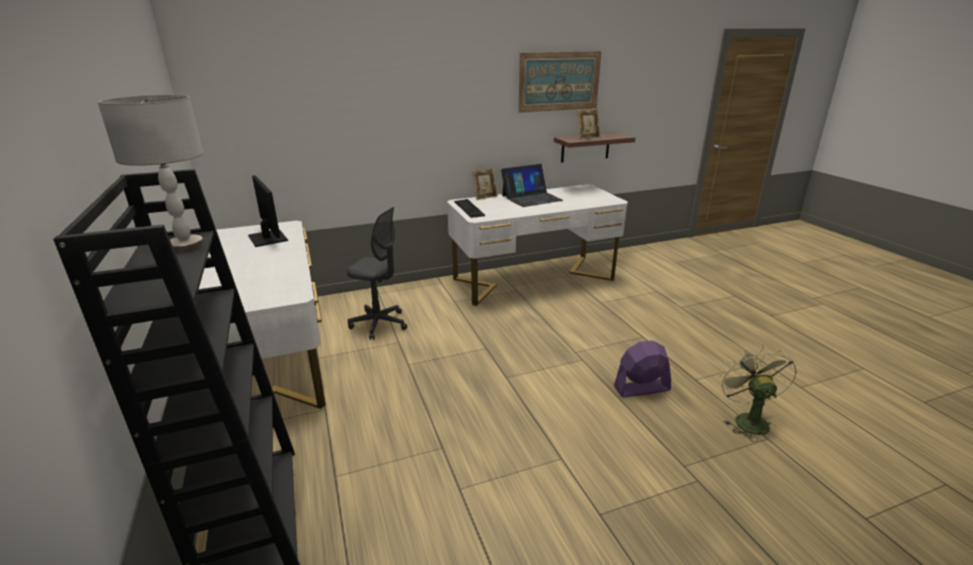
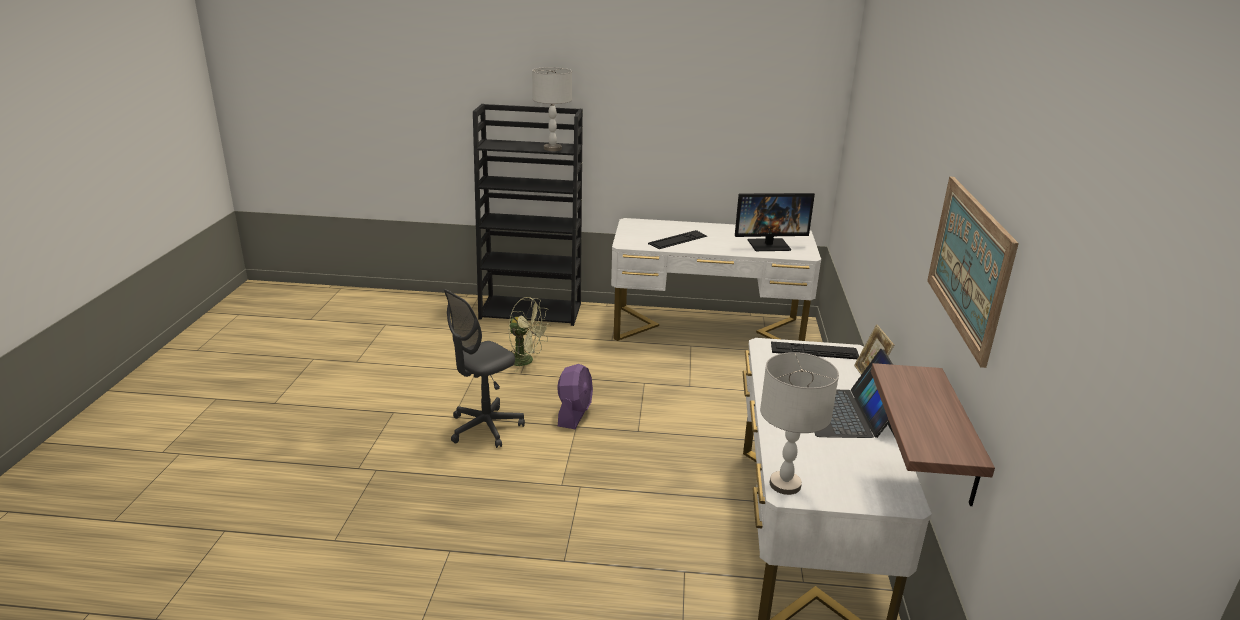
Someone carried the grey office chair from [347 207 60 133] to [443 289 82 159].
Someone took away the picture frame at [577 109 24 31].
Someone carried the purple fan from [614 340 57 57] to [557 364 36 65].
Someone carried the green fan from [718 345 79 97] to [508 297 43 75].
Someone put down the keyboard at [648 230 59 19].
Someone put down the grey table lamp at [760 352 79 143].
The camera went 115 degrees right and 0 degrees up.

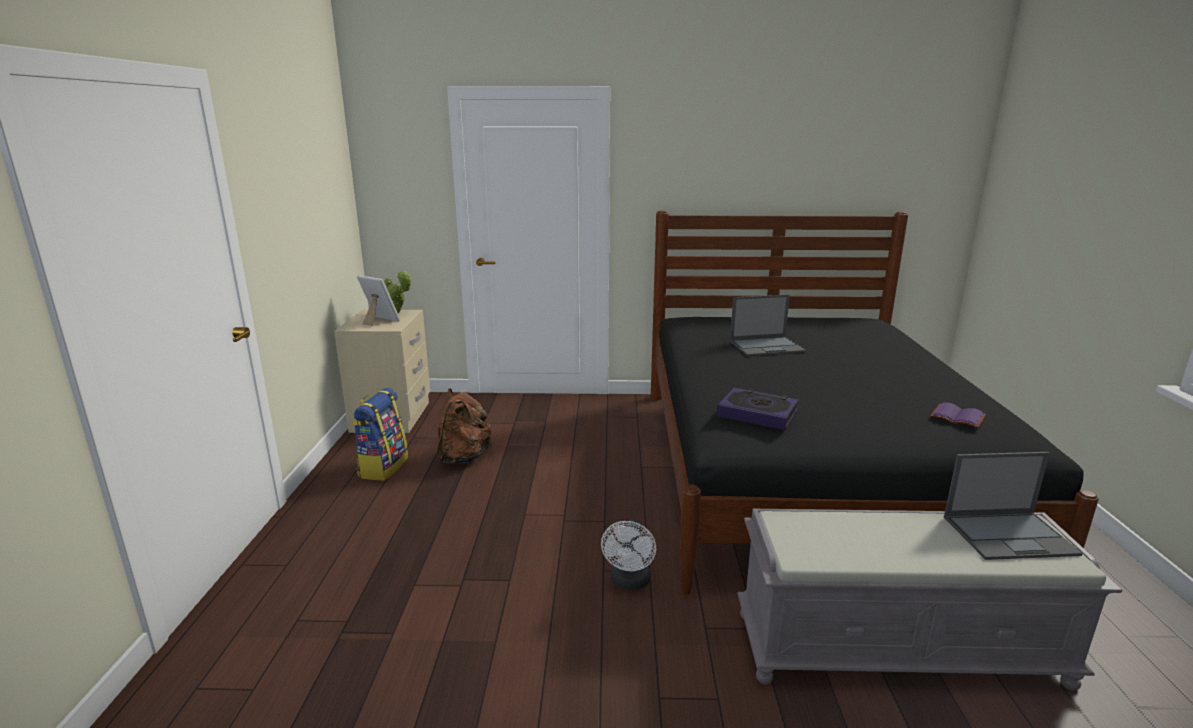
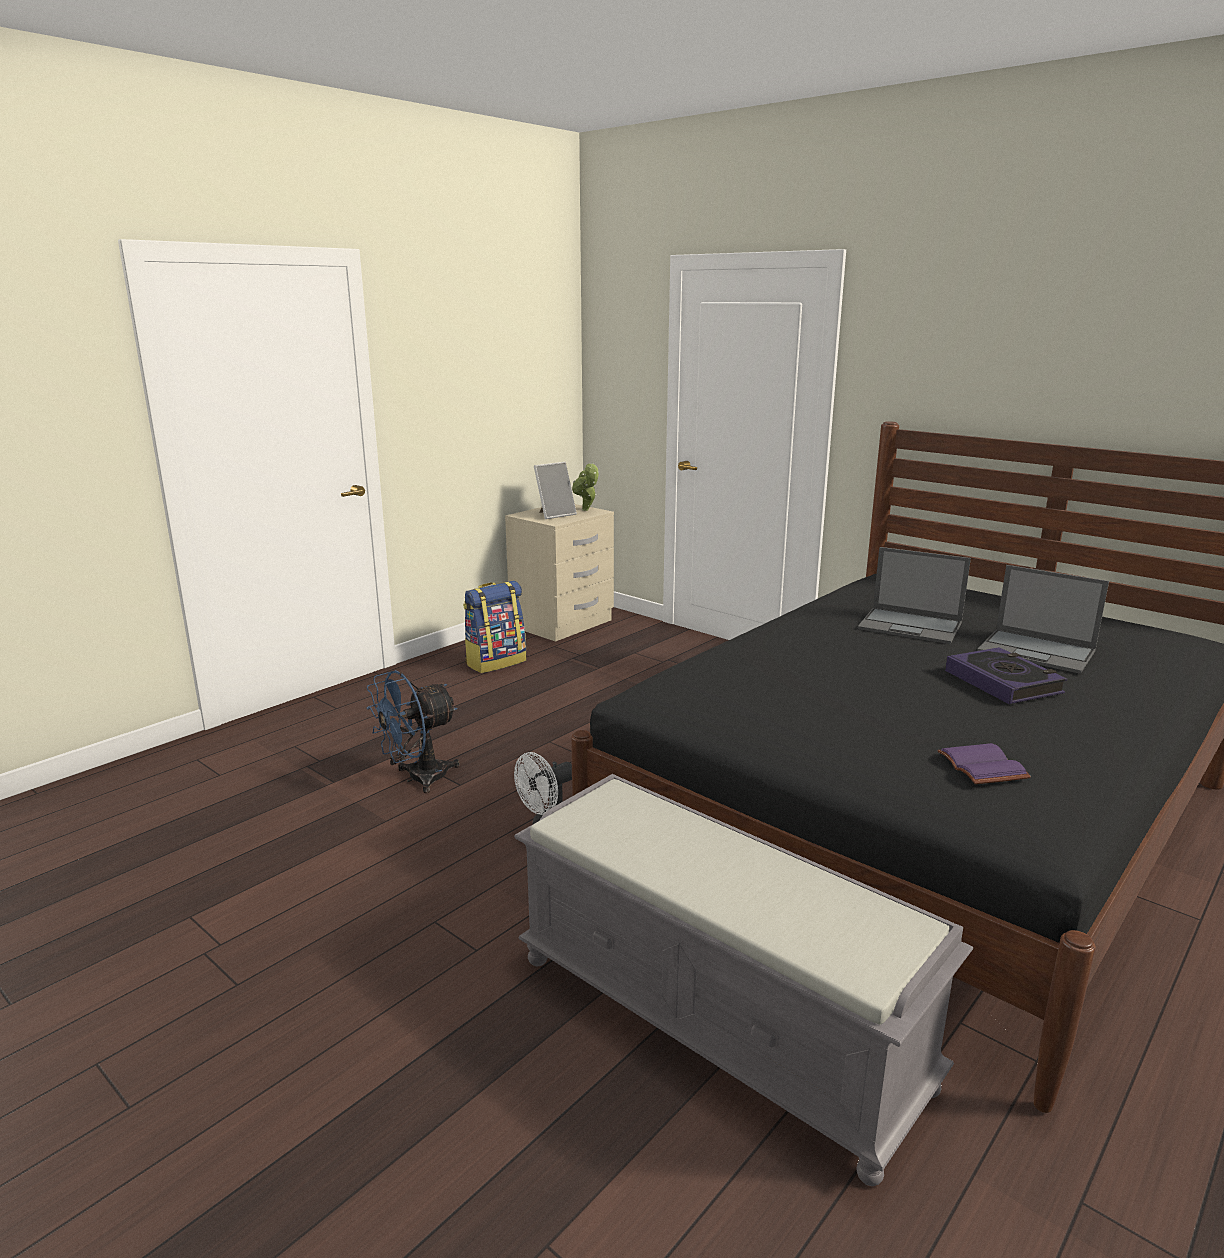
Someone rotated the picture frame at [357 275 43 51] by 75 degrees clockwise.
Someone took away the brown backpack at [438 388 55 77].
Someone carried the book from [717 388 82 42] to [945 647 122 57].
Someone carried the laptop from [944 452 139 108] to [977 565 132 109].
Someone put down the blue fan at [366 670 94 123].
The camera went 40 degrees right and 0 degrees up.

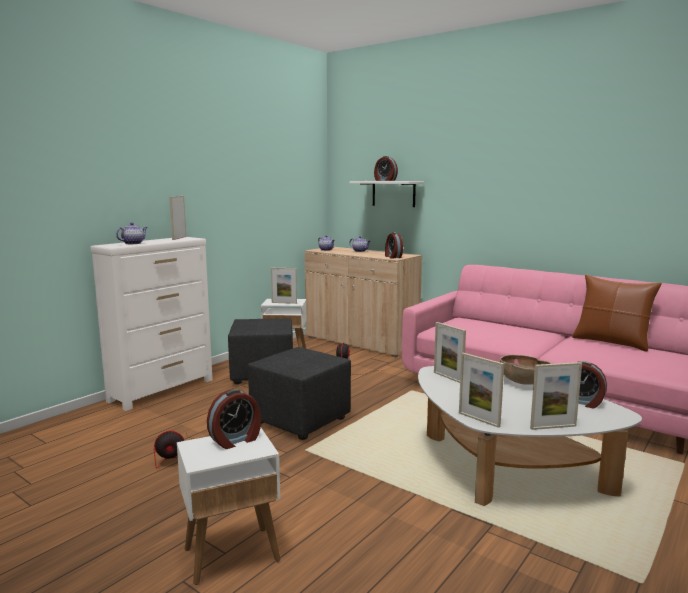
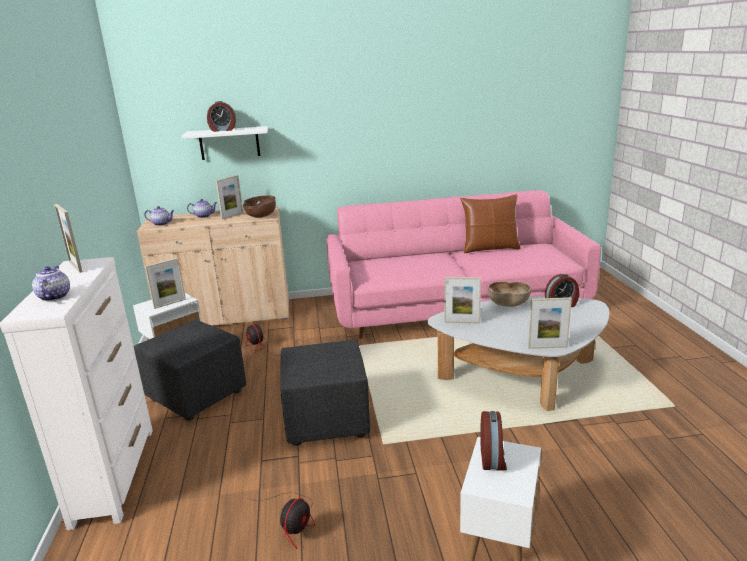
Someone swapped the alarm clock at [385 232 18 27] for the brown bowl at [243 196 33 22].
Someone carried the picture frame from [530 362 52 68] to [216 175 27 45].
The camera went 45 degrees left and 10 degrees up.

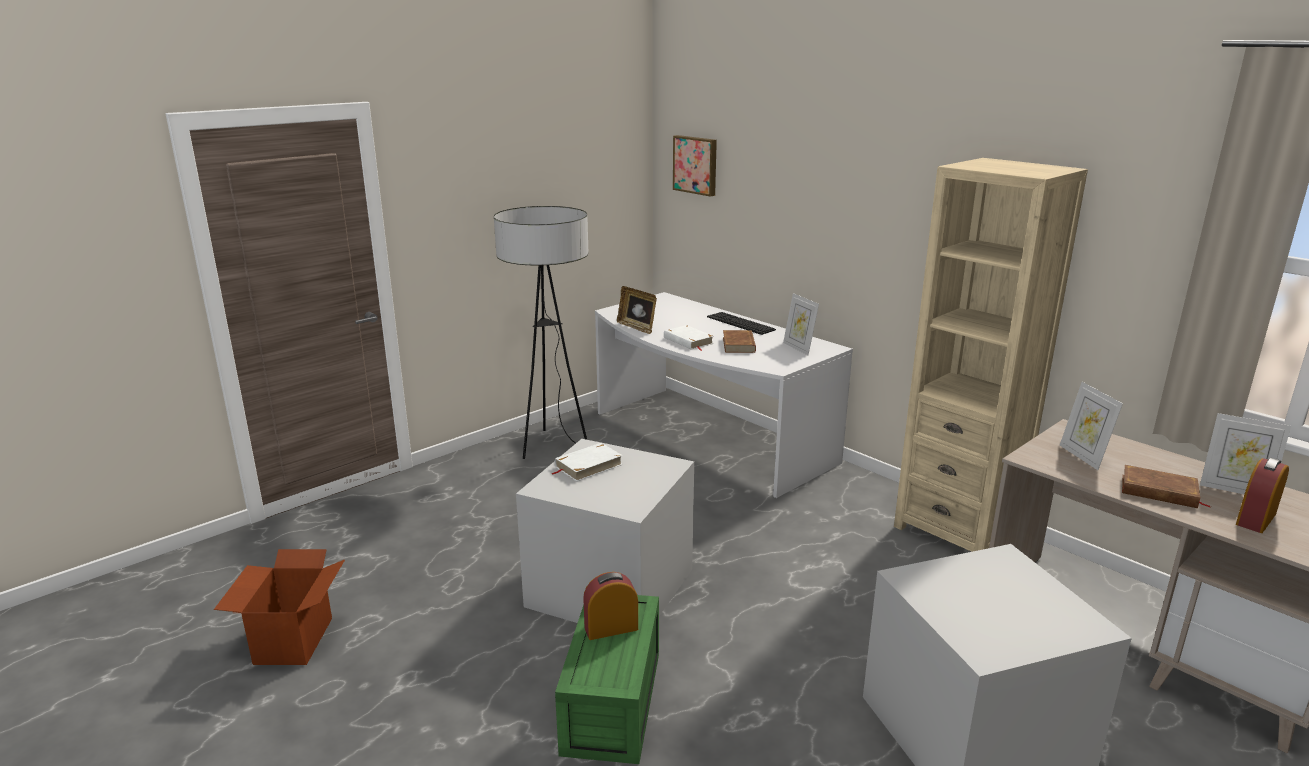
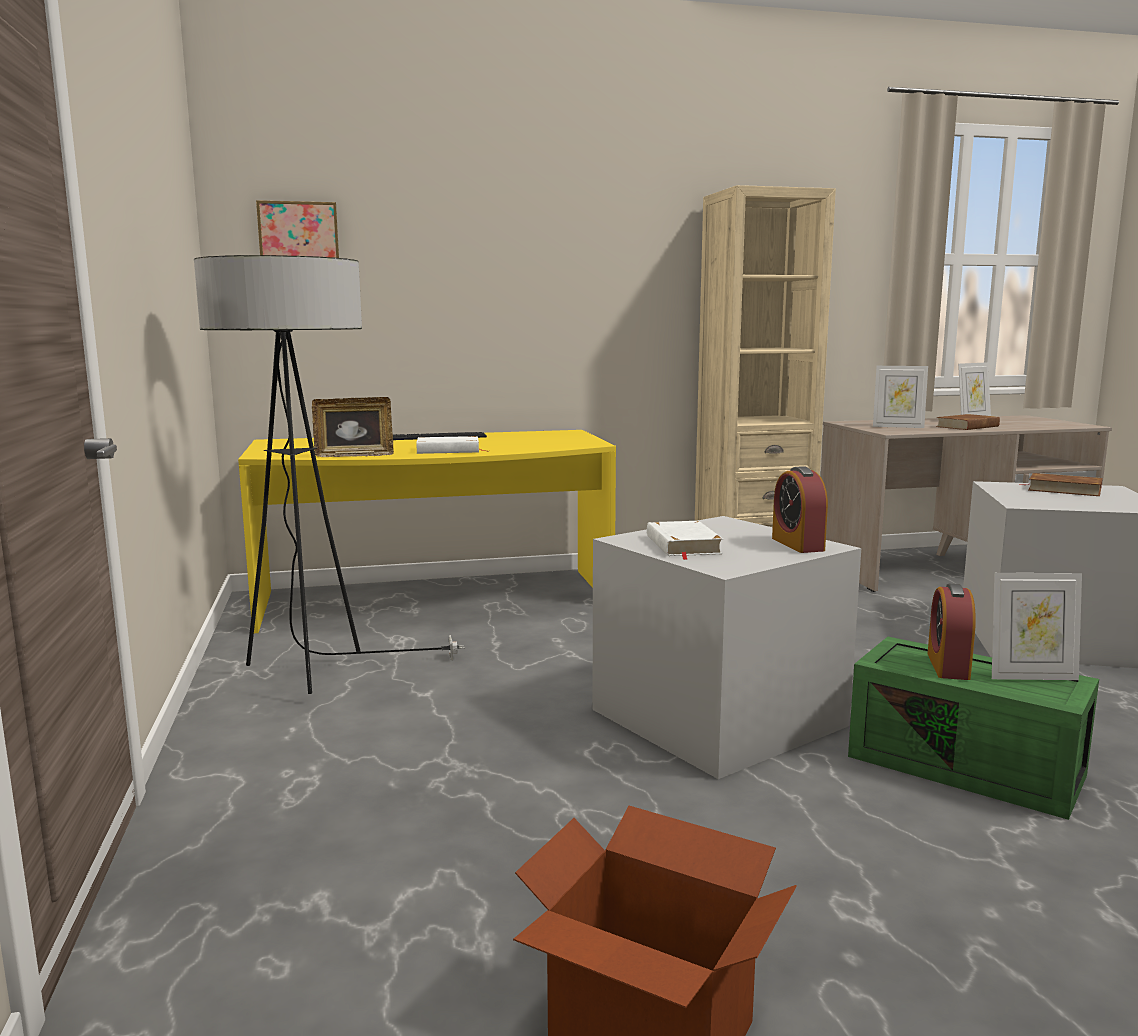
Someone repainted the white desk at [595 292 258 206], which became the yellow desk at [238 430 378 203].
Someone carried the brown book from [723 330 33 23] to [1019 473 84 23].
Someone carried the picture frame from [783 293 36 62] to [992 573 90 107].
Someone carried the alarm clock from [1236 458 53 75] to [772 466 56 87].
The camera went 60 degrees left and 10 degrees down.

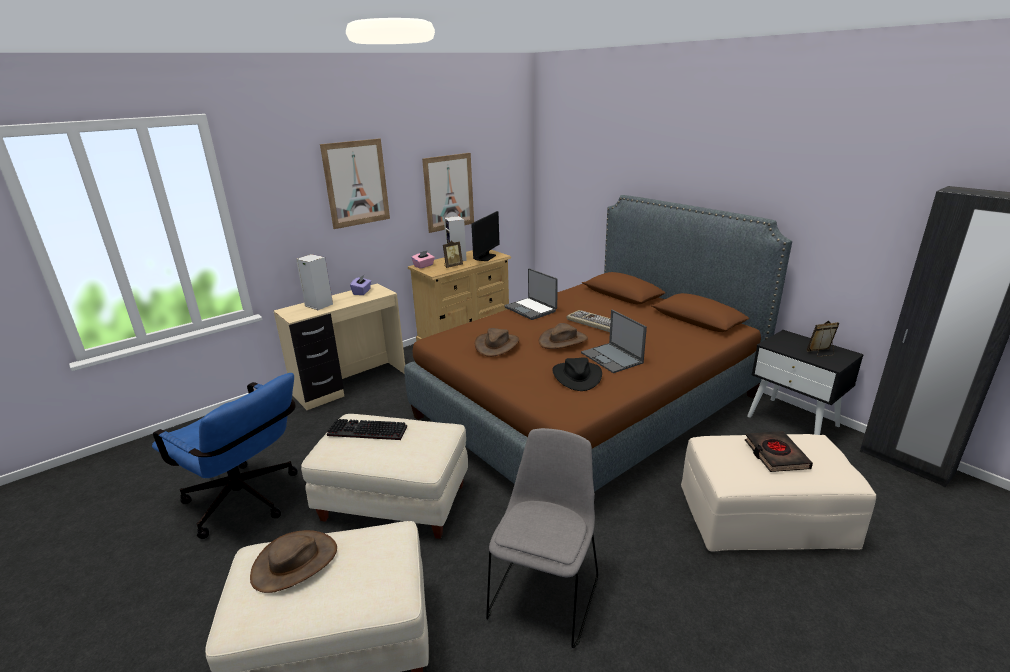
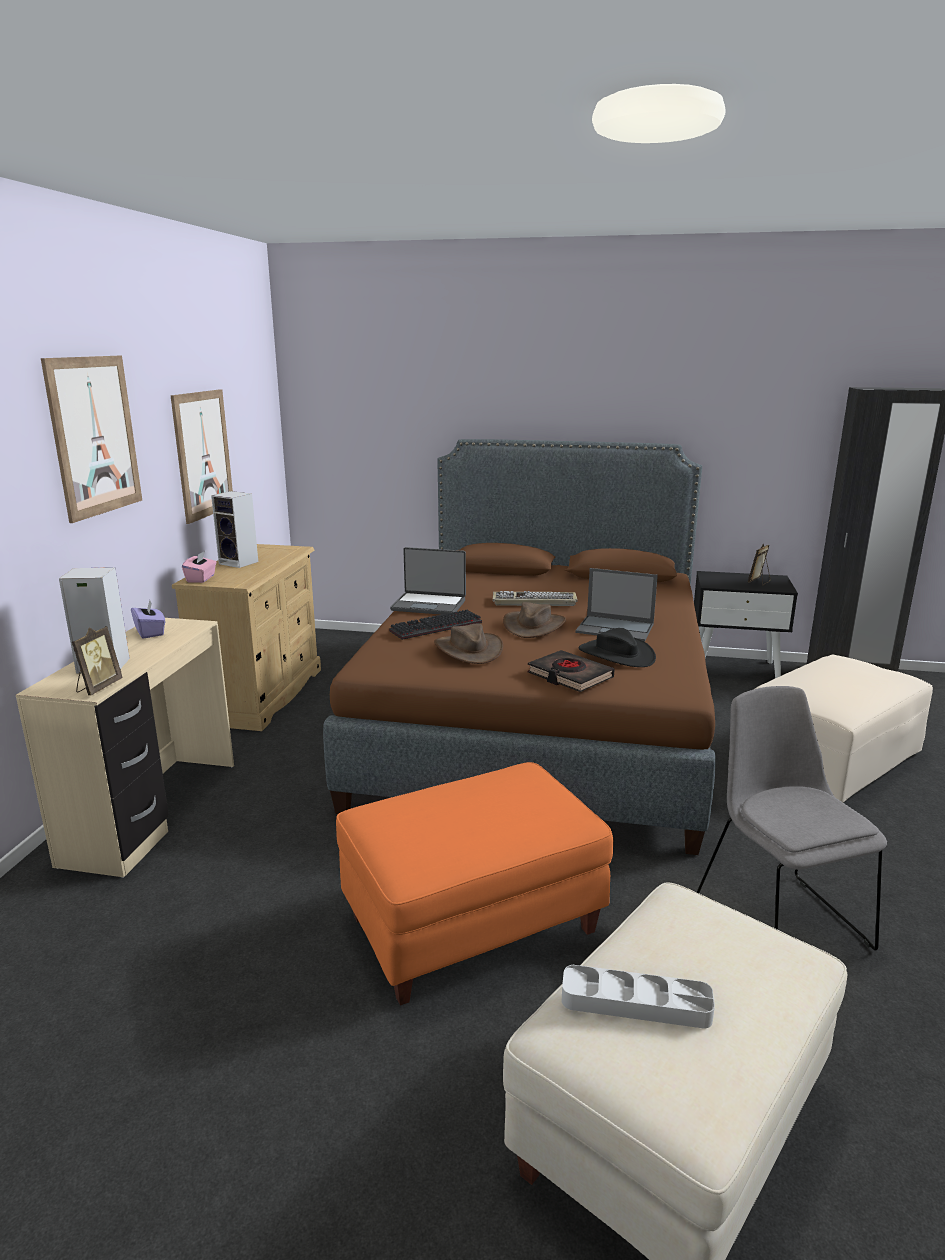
Someone took away the blue office chair at [152 373 146 166].
Someone swapped the brown hat at [250 530 87 63] for the grey tray at [562 965 153 64].
Someone repainted the beige ottoman at [301 414 167 125], which became the orange ottoman at [336 762 277 244].
Someone carried the keyboard from [327 419 80 21] to [389 610 93 30].
Someone carried the picture frame from [443 241 20 27] to [72 626 51 69].
Someone took away the monitor at [471 211 29 50].
Someone carried the black book from [745 431 68 41] to [528 650 87 42].
The camera went 40 degrees left and 5 degrees down.

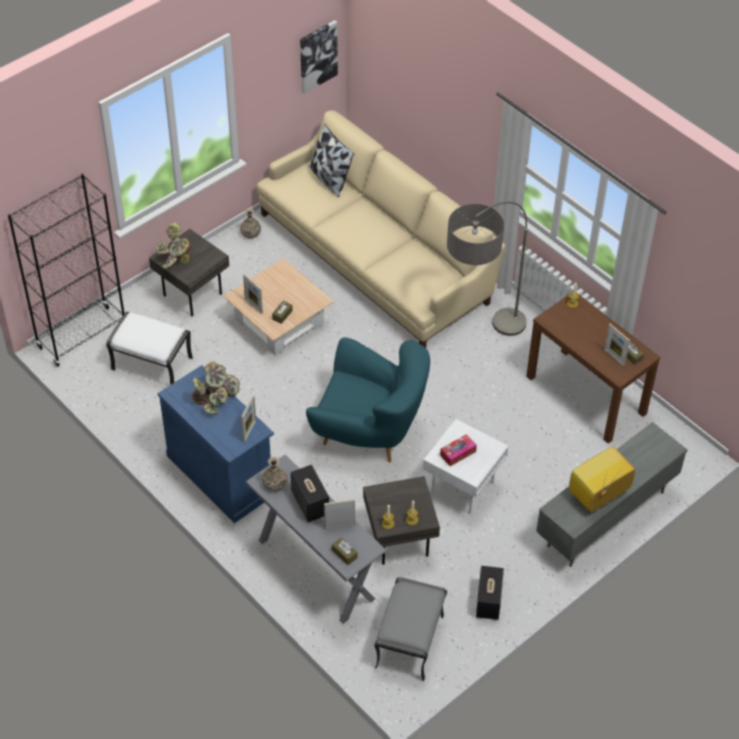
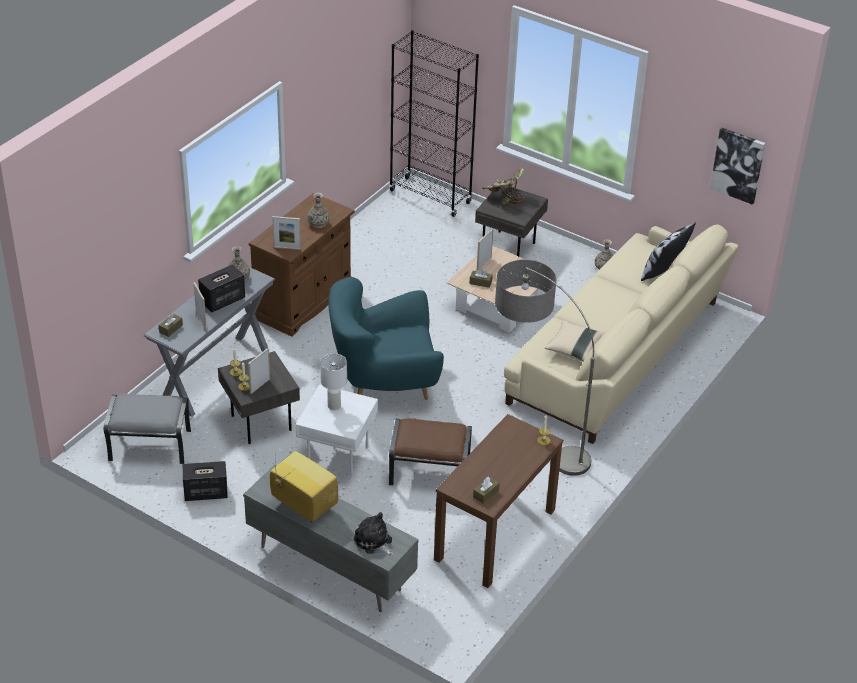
Someone took away the white ottoman at [106 312 87 73].
Someone repainted the blue cabinet at [158 365 116 158], which became the brown cabinet at [249 193 106 143].
Someone swapped the potted plant at [192 362 48 52] for the vase at [307 193 23 35].
Someone rotated the turquoise armchair at [306 337 124 125] by 75 degrees clockwise.
Someone swapped the tissue box at [440 434 37 32] for the white table lamp at [320 353 27 57].
Someone carried the picture frame from [604 324 26 42] to [248 348 22 46].
Someone put down the plush toy at [353 512 40 44].
Someone put down the brown ottoman at [389 418 83 67].
Someone put down the beige pillow at [545 320 60 42].
The camera went 75 degrees right and 10 degrees down.

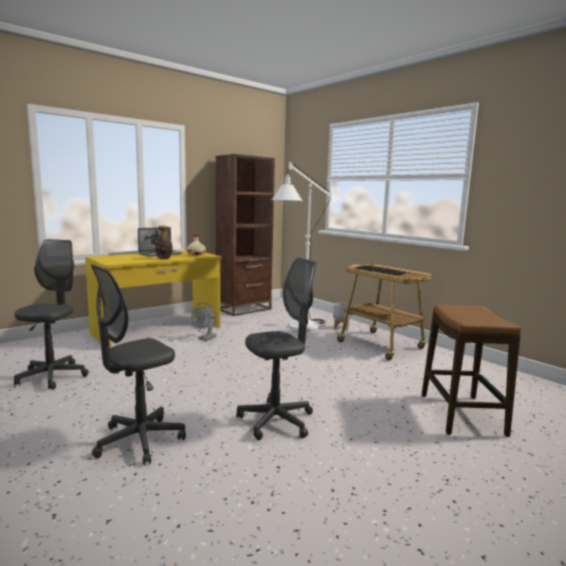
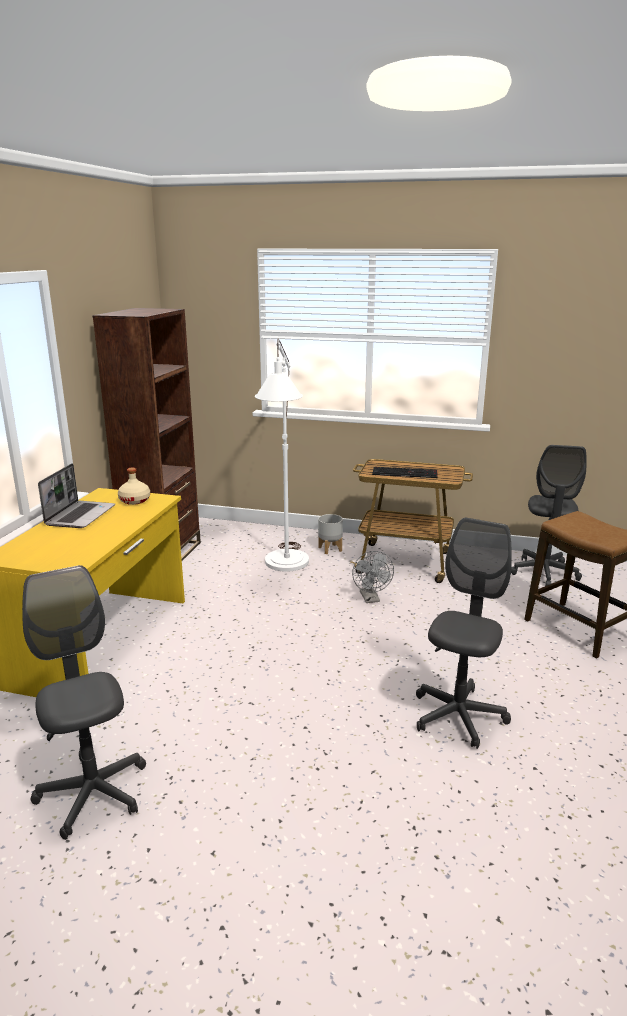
Someone carried the grey office chair from [91 264 95 201] to [511 445 76 141].
Someone took away the bottle at [155 225 17 34].
Someone carried the grey fan from [191 303 26 38] to [352 551 42 52].
The camera went 35 degrees left and 10 degrees up.

